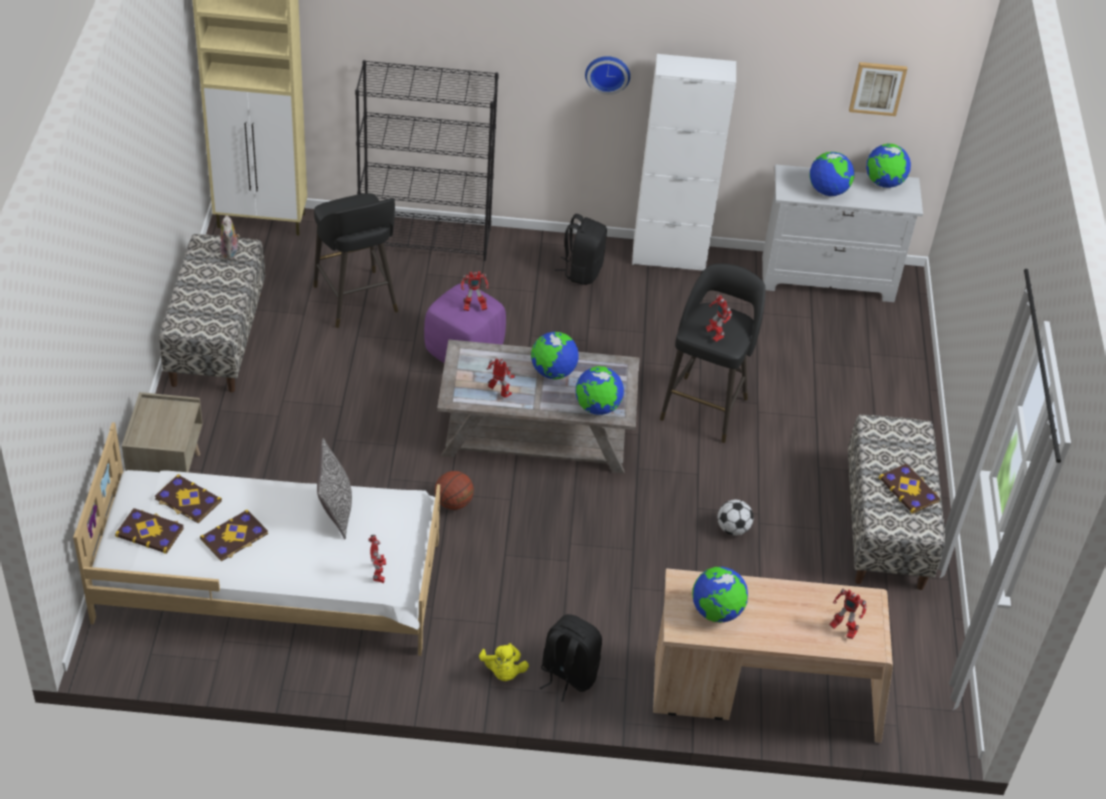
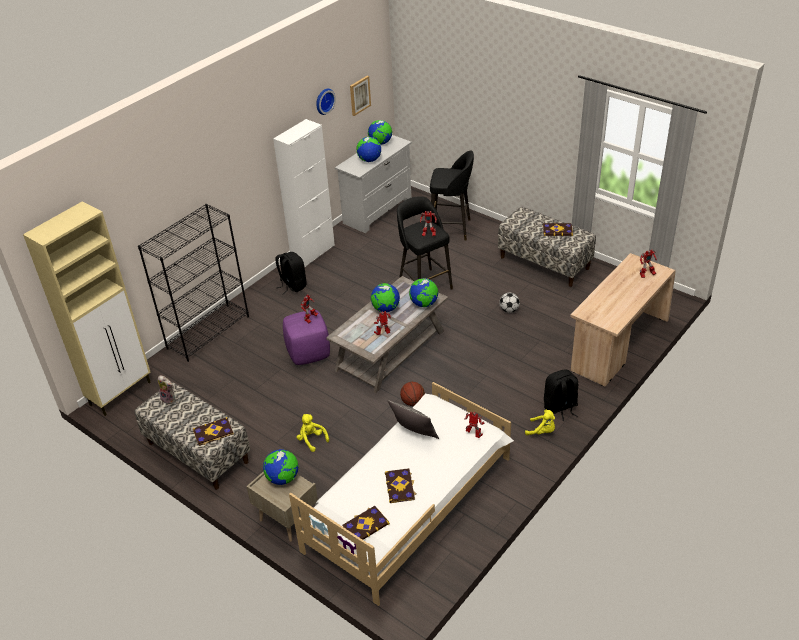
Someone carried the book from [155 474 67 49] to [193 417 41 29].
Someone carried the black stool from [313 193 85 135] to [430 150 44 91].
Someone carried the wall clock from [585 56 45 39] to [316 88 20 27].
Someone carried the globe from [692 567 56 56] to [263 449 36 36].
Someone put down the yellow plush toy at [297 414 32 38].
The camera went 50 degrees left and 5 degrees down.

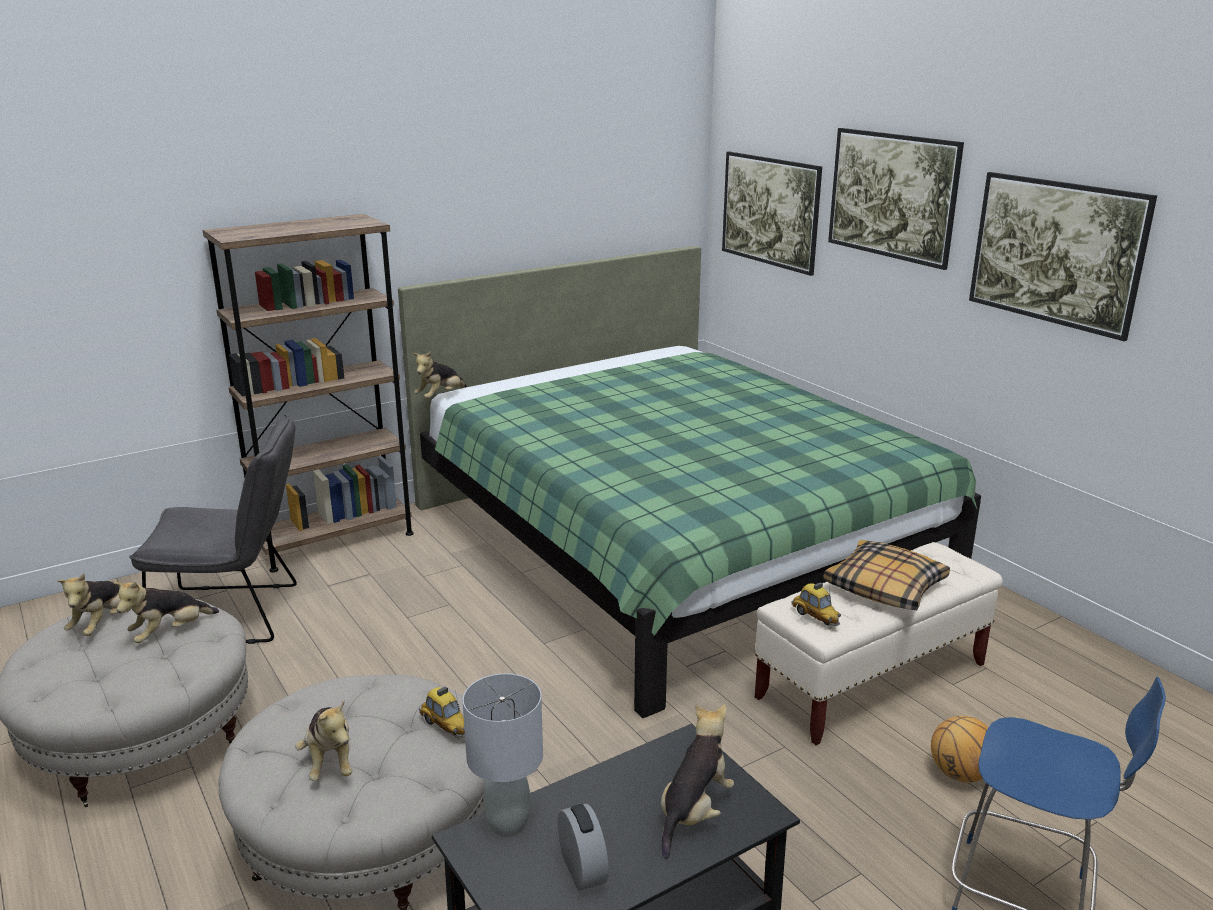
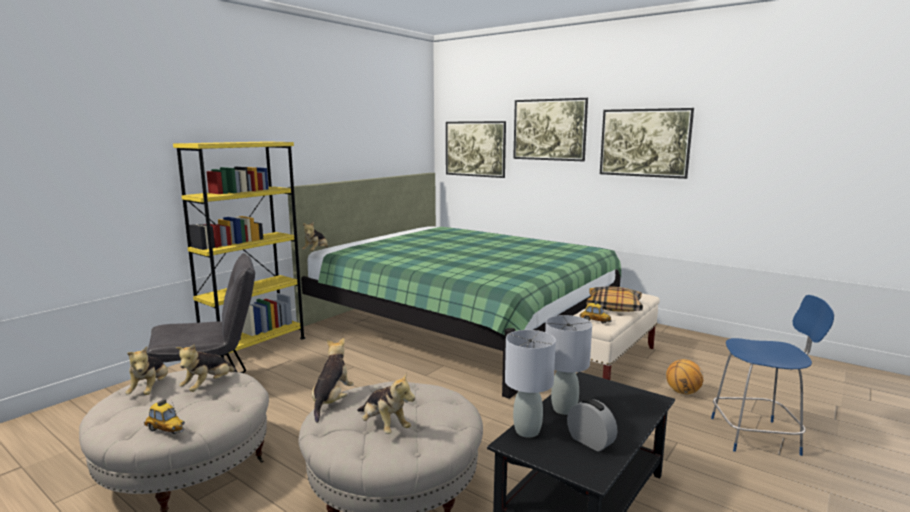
Someone repainted the brown bookcase at [203 214 211 358], which became the yellow bookcase at [173 141 132 217].
Someone carried the toy car from [419 686 46 52] to [144 399 41 35].
Someone carried the plush toy from [661 705 73 154] to [312 338 42 85].
Someone put down the grey table lamp at [545 315 47 100].
The camera went 20 degrees left and 10 degrees down.

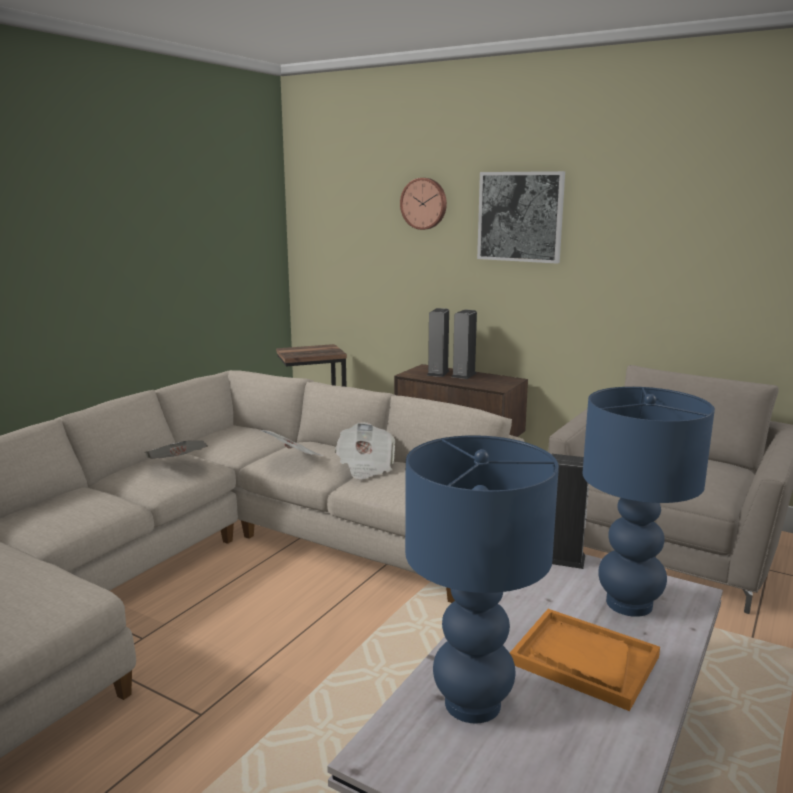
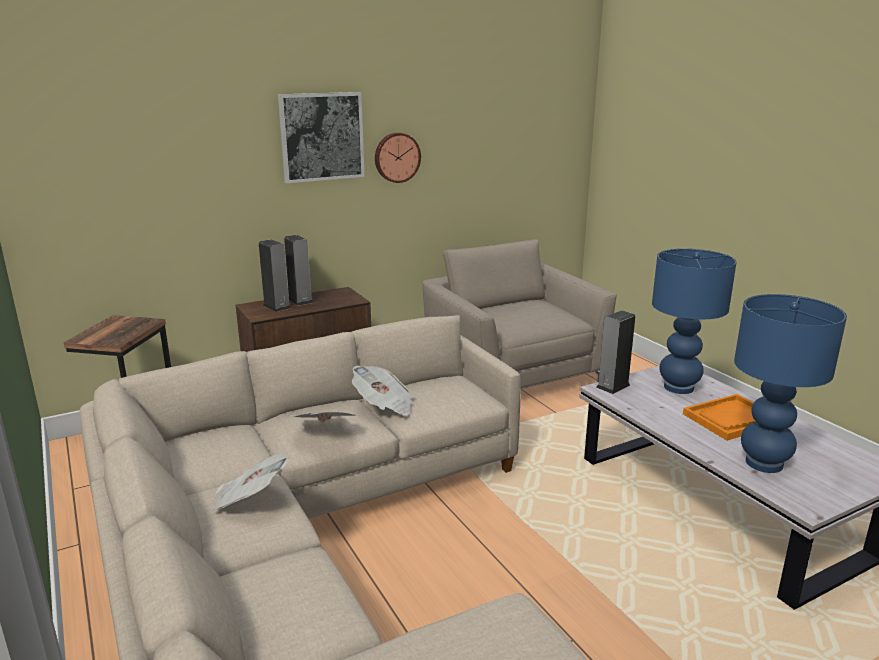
Someone carried the wall clock from [400 178 47 52] to [375 133 46 50].
The camera went 60 degrees left and 5 degrees up.

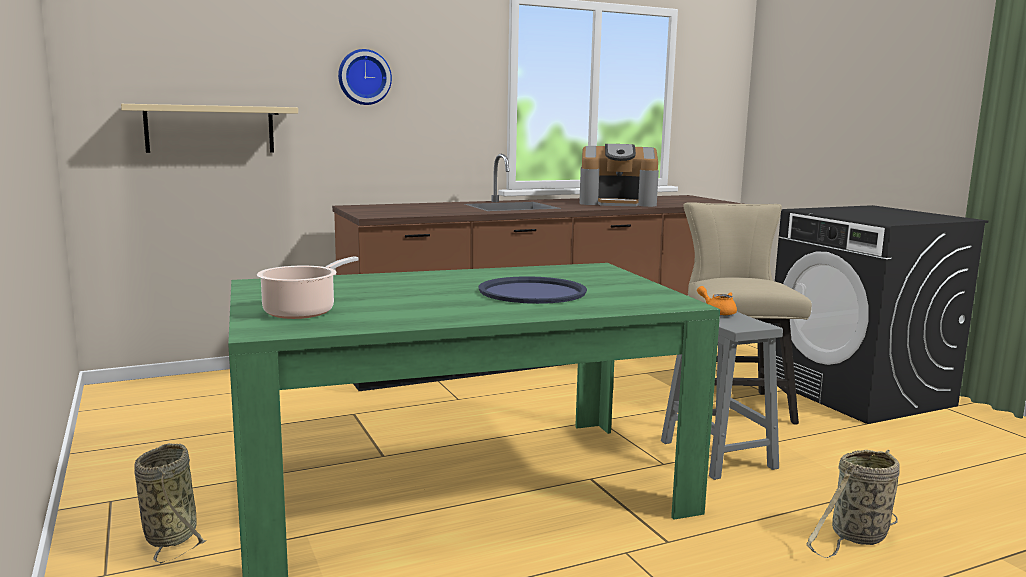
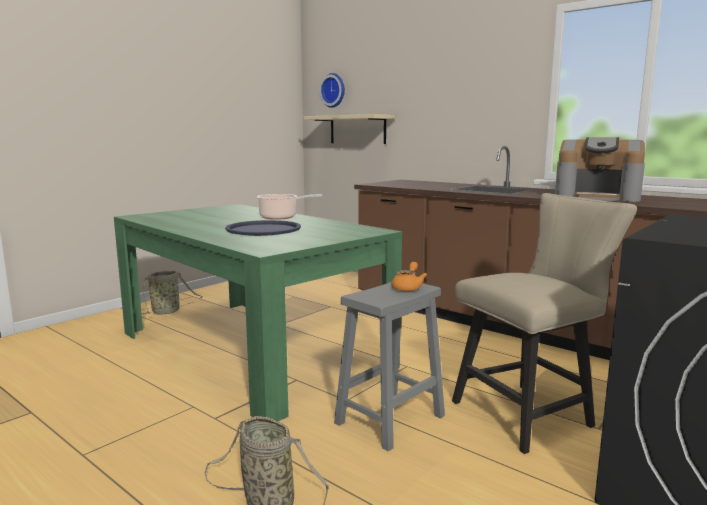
Someone carried the cooking pot from [257 256 102 63] to [257 194 65 26].
Someone carried the wall clock from [338 49 54 56] to [319 73 26 35].
Someone rotated the coffee machine at [579 144 80 63] by 45 degrees counterclockwise.
The camera went 65 degrees right and 0 degrees up.

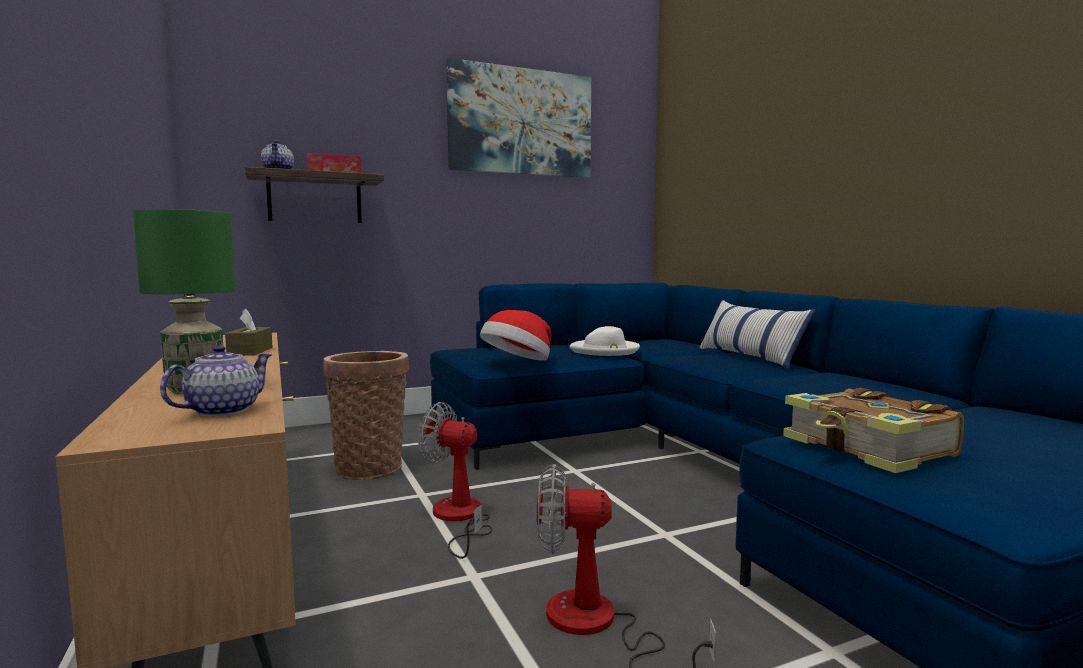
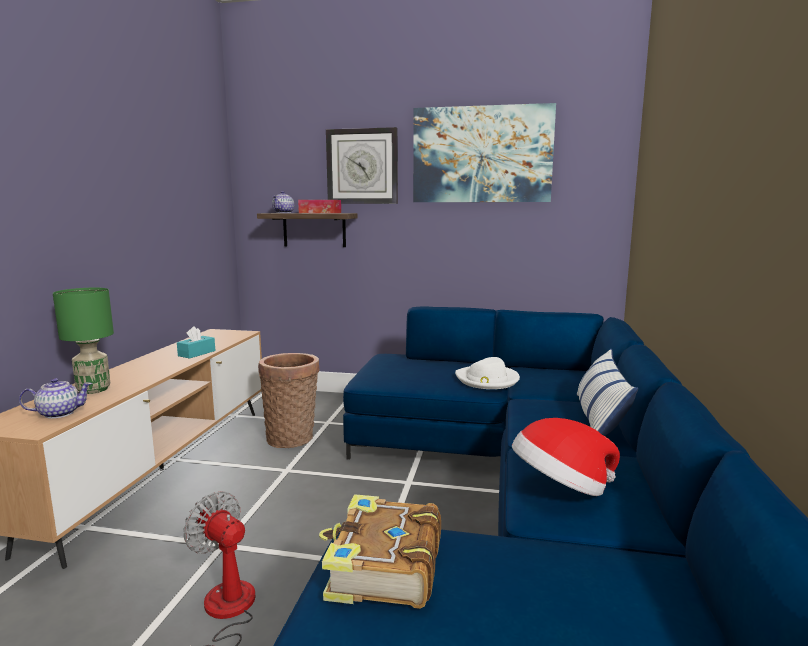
Someone repainted the brown tissue box at [225 309 48 47], which became the turquoise tissue box at [177 326 38 33].
Someone took away the fan at [418 402 74 157].
Someone carried the hat from [480 310 71 51] to [512 418 108 78].
Someone put up the wall clock at [326 127 72 77].
The camera went 35 degrees right and 5 degrees up.

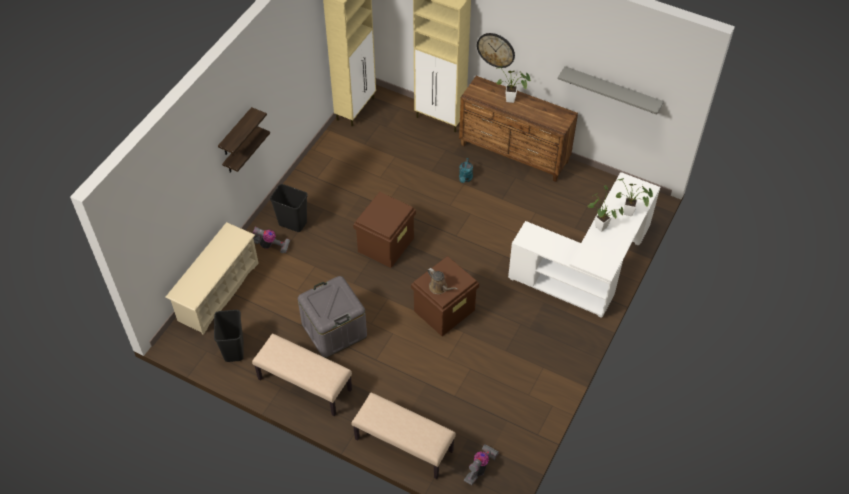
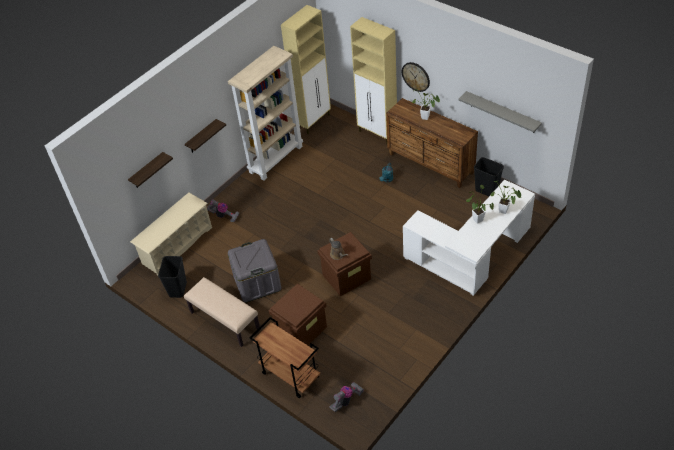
Someone carried the shelf from [218 107 49 48] to [128 152 45 36].
Someone carried the black trash can from [270 184 38 48] to [474 157 30 39].
Someone swapped the beige bench at [352 392 104 87] for the brown cart at [250 317 70 81].
Someone carried the brown storage box from [353 192 63 76] to [269 283 58 62].
Someone put down the beige bookcase at [228 46 75 135].
The camera went 15 degrees right and 5 degrees down.

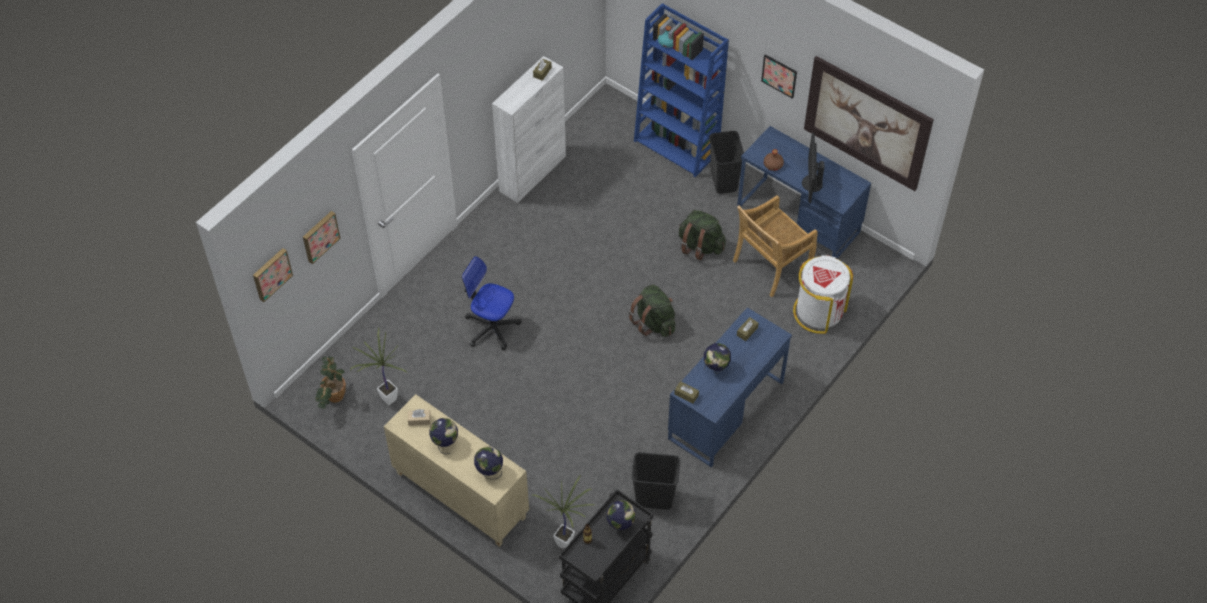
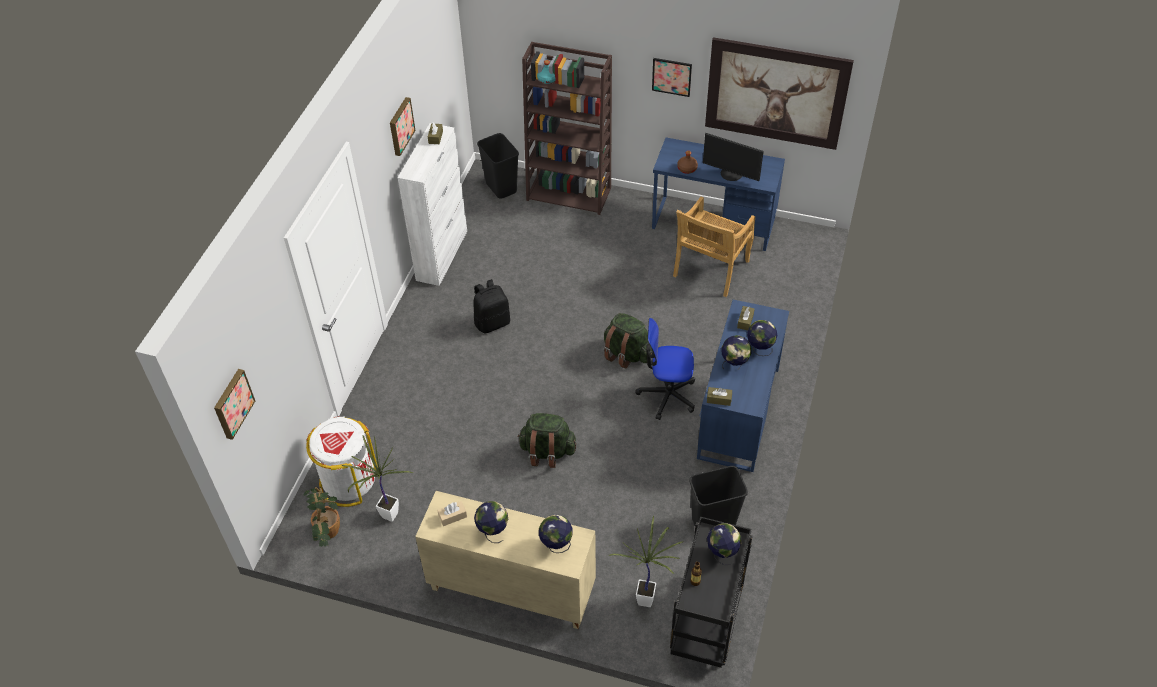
Someone carried the picture from [303 211 38 53] to [390 97 26 59].
Someone carried the office chair from [462 256 60 94] to [635 318 60 102].
Someone repainted the blue bookcase at [634 3 95 174], which became the brown bookcase at [522 42 90 173].
Someone carried the green backpack from [679 210 47 50] to [518 413 58 55].
Someone carried the black trash can from [709 131 35 63] to [477 133 42 66].
Someone carried the white trash can from [793 255 61 79] to [306 416 72 91].
Someone rotated the monitor at [802 132 22 71] by 45 degrees counterclockwise.
Someone put down the black backpack at [473 279 37 55].
Someone put down the globe at [747 320 31 36].
The camera went 20 degrees left and 5 degrees down.

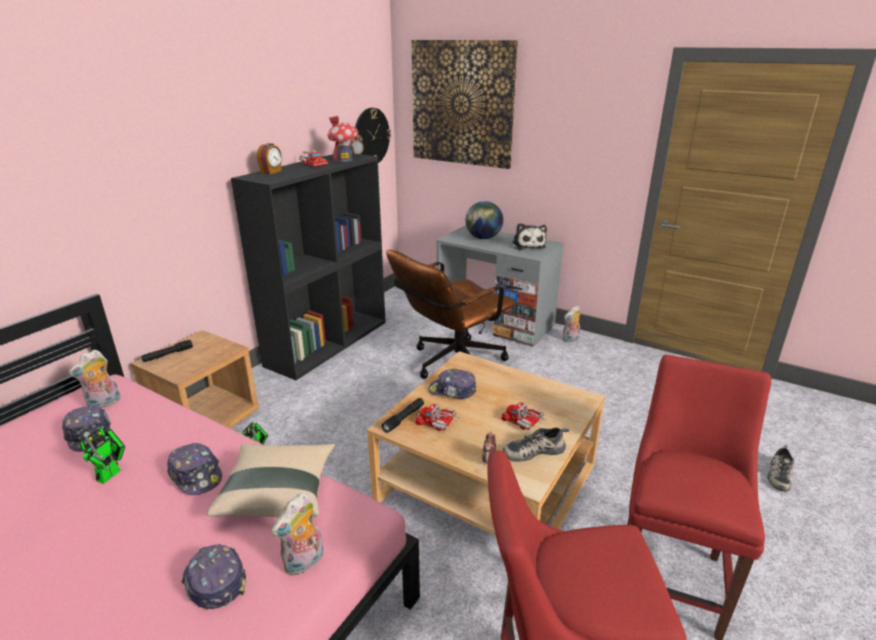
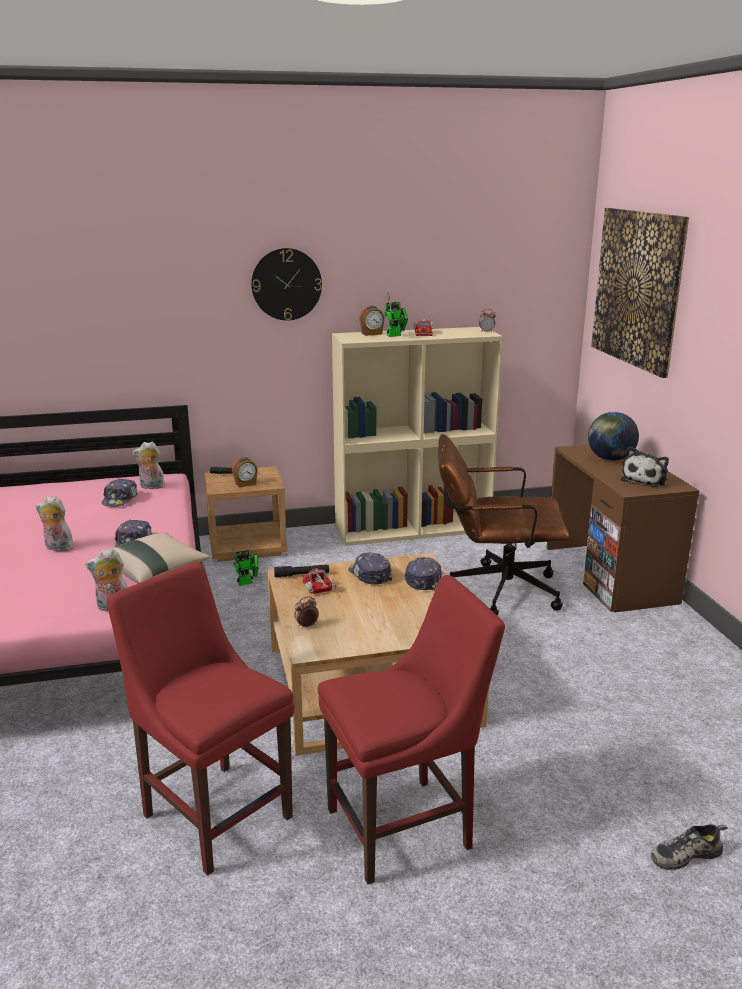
Someone carried the toy robot from [80 428 45 56] to [384 292 24 45].
Someone carried the cap from [181 544 65 65] to [405 557 38 34].
Someone repainted the black bookcase at [231 153 155 227], which became the beige bookcase at [332 327 171 219].
Someone took away the toy house at [327 116 31 46].
Someone carried the wall clock from [355 108 36 55] to [251 248 71 73].
Someone repainted the grey desk at [436 225 128 122], which became the brown desk at [546 444 153 169].
Someone took away the toy truck at [501 402 46 28].
Someone took away the shoe at [503 428 66 34].
Someone carried the plush toy from [562 306 18 37] to [36 496 38 56].
Someone put down the alarm clock at [232 457 26 30].
The camera went 45 degrees right and 5 degrees down.

